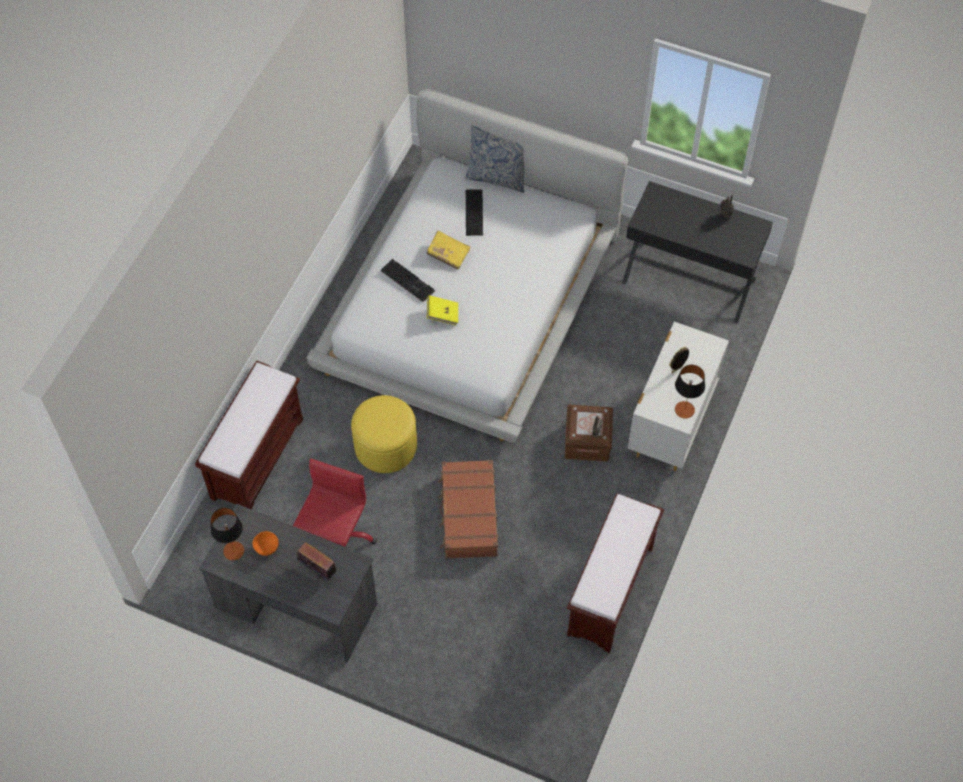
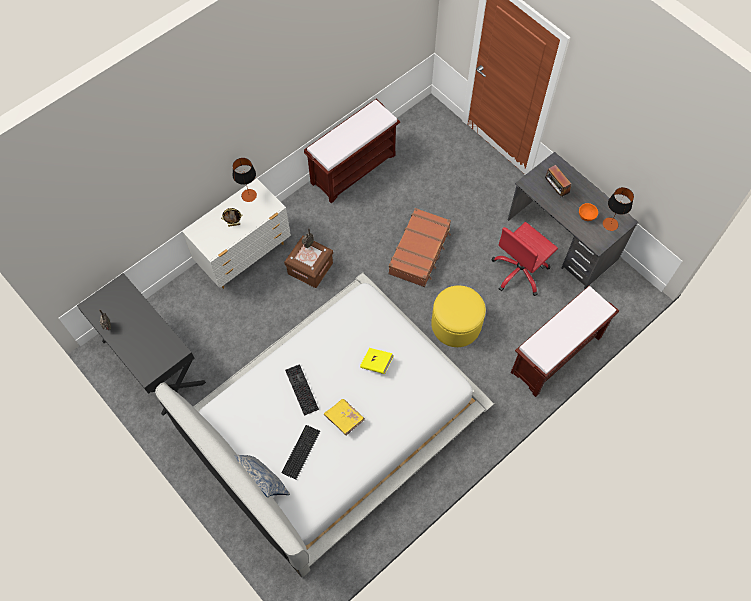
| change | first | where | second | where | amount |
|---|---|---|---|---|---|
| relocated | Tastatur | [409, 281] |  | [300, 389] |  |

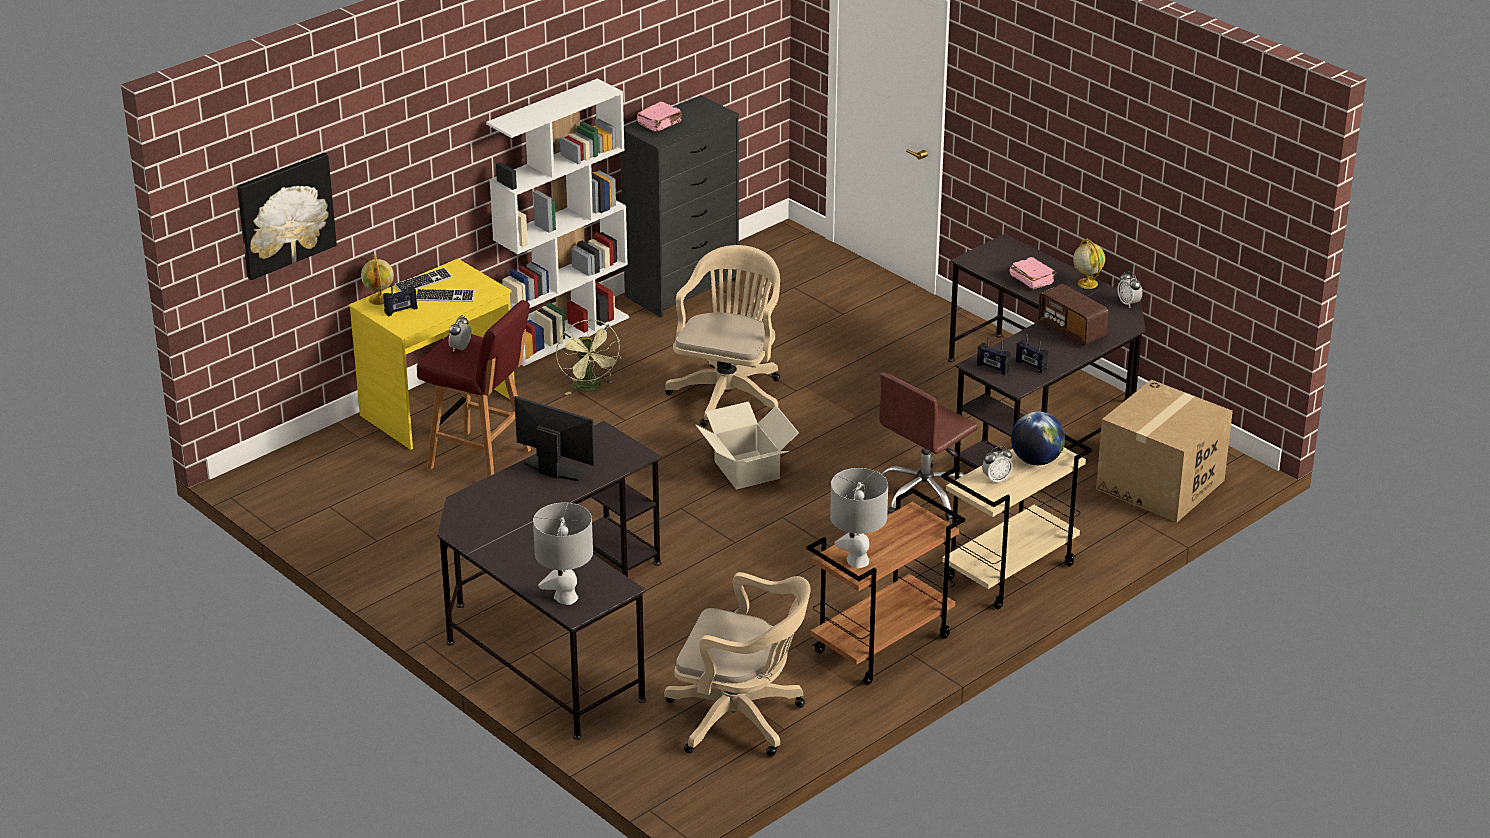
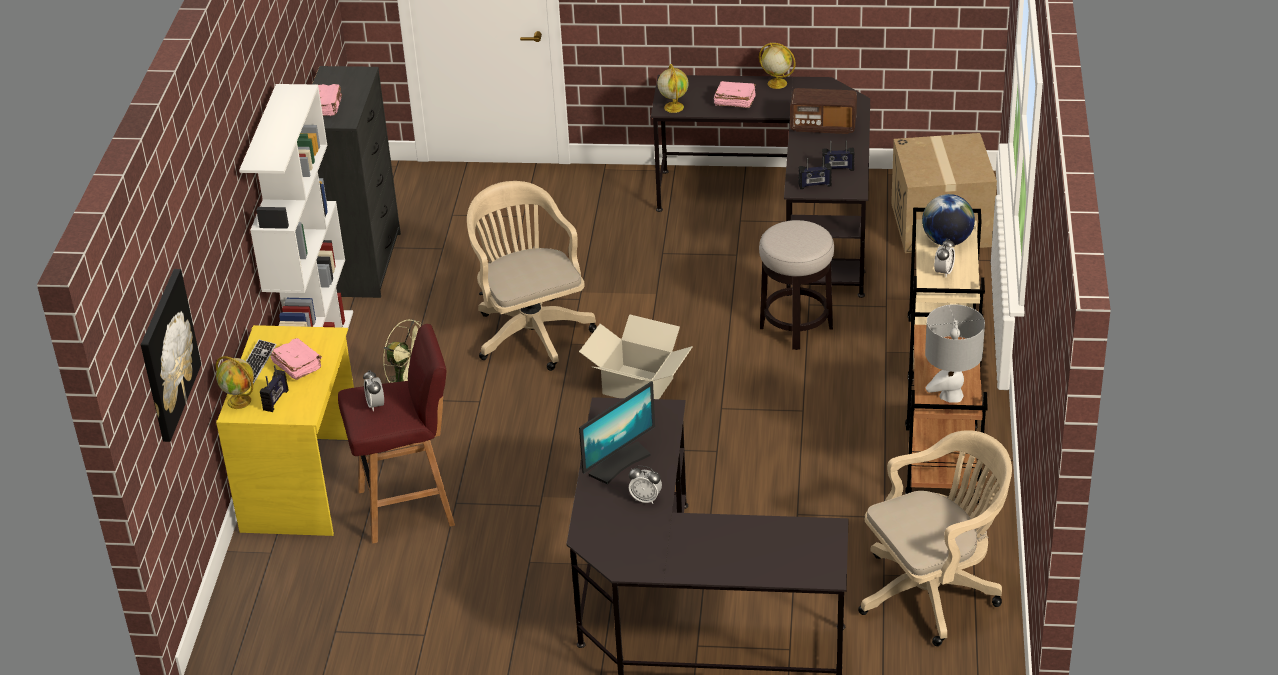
| change | first | where | second | where | amount |
|---|---|---|---|---|---|
| exchanged | Tastatur | [445, 297] | Buch (rosa) | [297, 366] |  |
| spun | Monitor | [554, 469] |  | [618, 463] | 150 degrees clockwise |
| relocated | Wecker | [1128, 303] |  | [646, 499] |  |
| appeared |  |  | Globus | [673, 107] |  |
| exchanged | Bürostuhl (braun) | [924, 494] | Hocker | [796, 327] |  |
| missing | Tischlampe (grau) | [565, 597] |  |  |  |

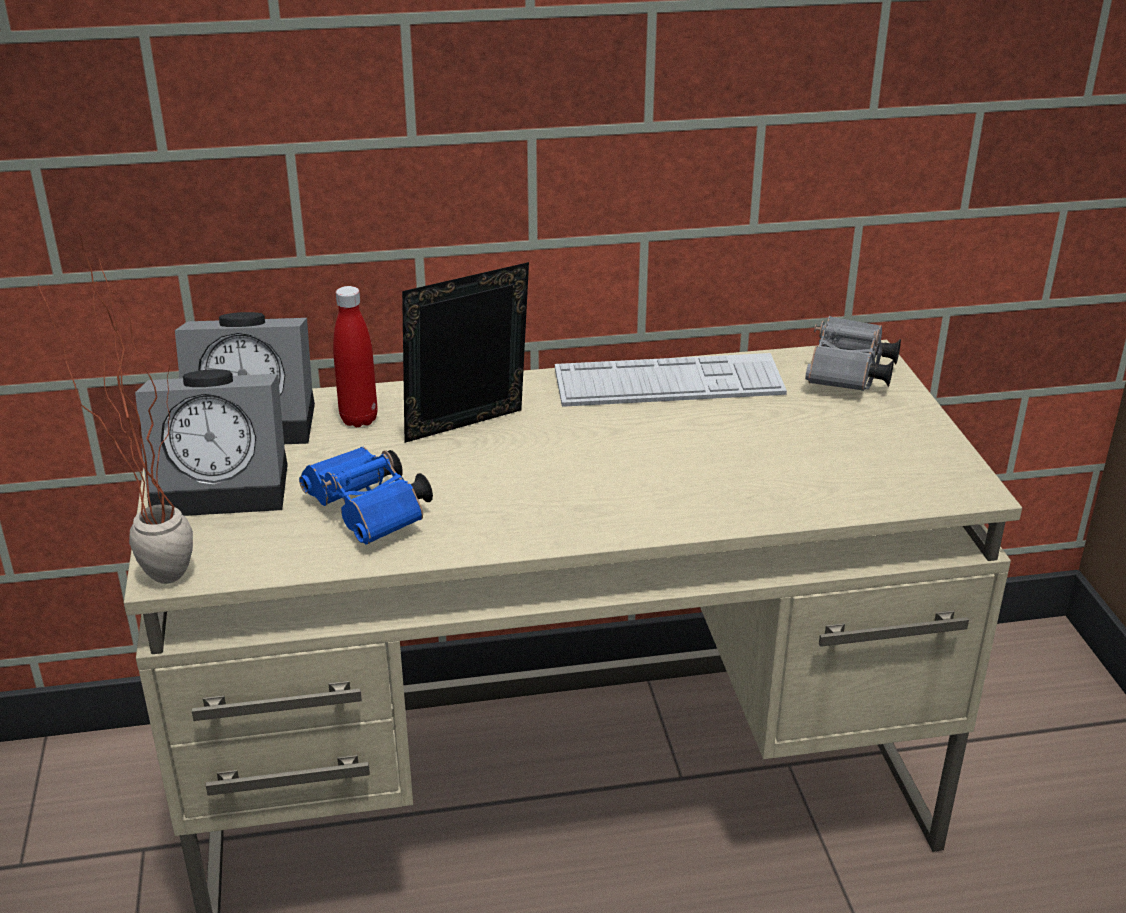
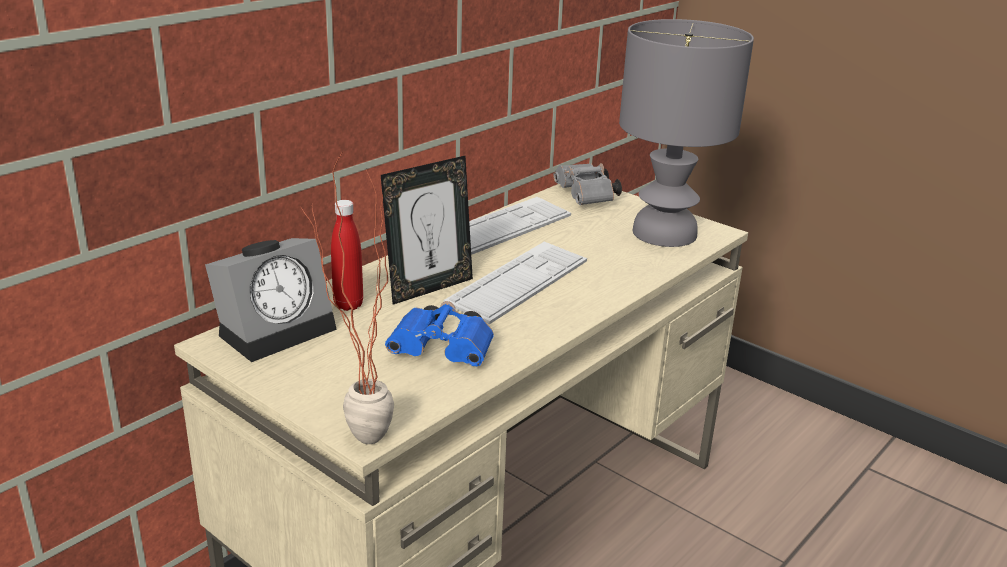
| change | first | where | second | where | amount |
|---|---|---|---|---|---|
| spun | Bilderrahmen | [468, 431] |  | [429, 288] | 150 degrees counterclockwise |
| appeared |  |  | Tastatur | [518, 282] |  |
| appeared |  |  | Tischlampe (grau) | [666, 233] |  |
| missing | Wecker | [226, 485] |  |  |  |

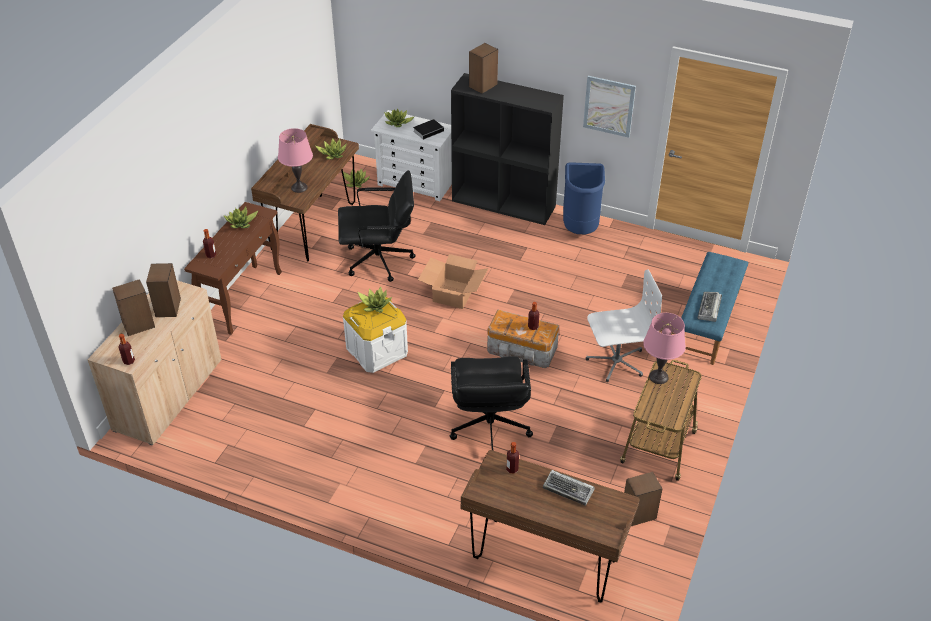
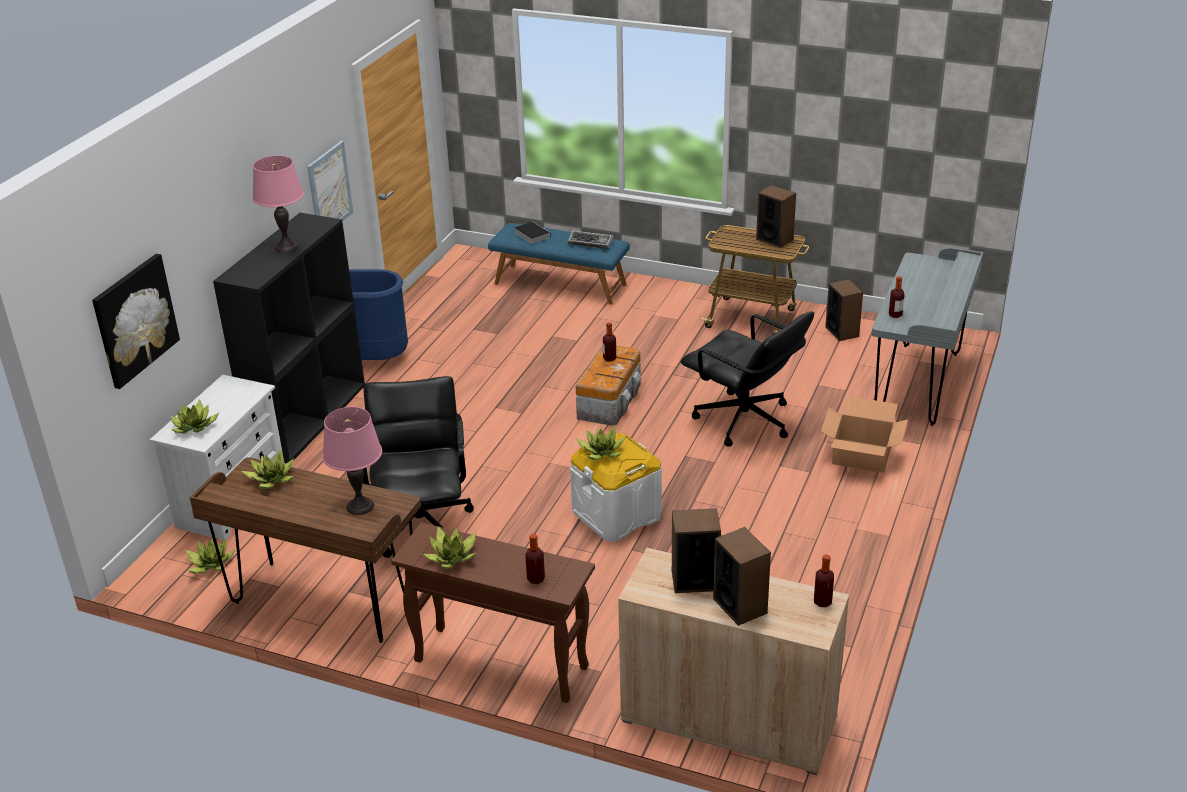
| change | first | where | second | where | amount |
|---|---|---|---|---|---|
| appeared |  |  | Bild | [134, 320] |  |
| relocated | Tischlampe (rosa) | [658, 377] |  | [286, 247] |  |
| relocated | Buch | [429, 130] |  | [531, 234] |  |
| spun | Bürostuhl (schwarz) | [489, 429] |  | [744, 421] | 45 degrees clockwise |
| relocated | Lautsprecher | [483, 85] |  | [774, 239] |  |
| relocated | Karton | [453, 293] |  | [861, 456] |  |
| colour | Schreibtisch (braun) | [545, 560] | Schreibtisch (grau) | [918, 384] |  |
| missing | Tastatur | [569, 490] |  |  |  |
| missing | Bürostuhl (weiß) | [616, 361] |  |  |  |

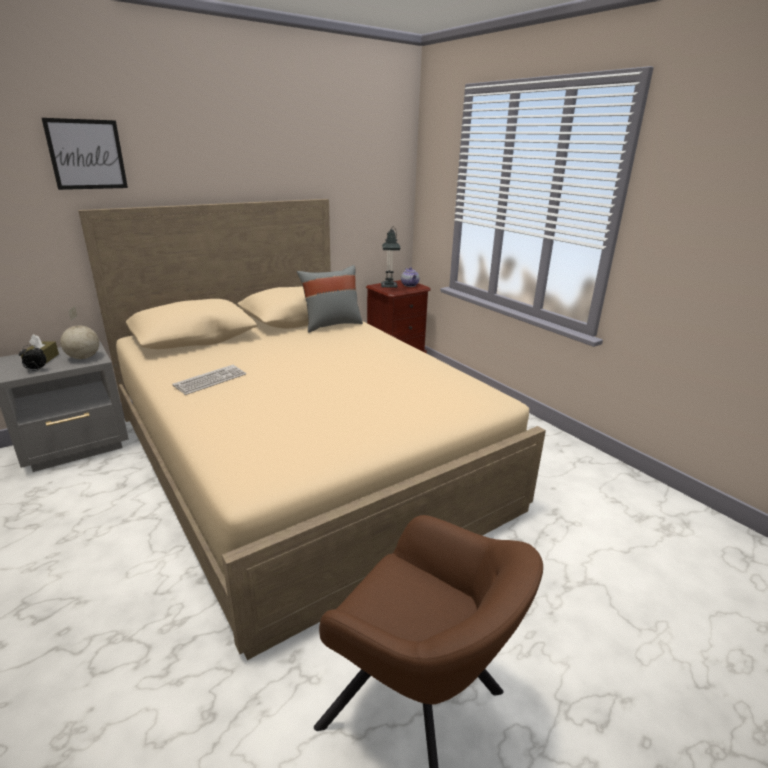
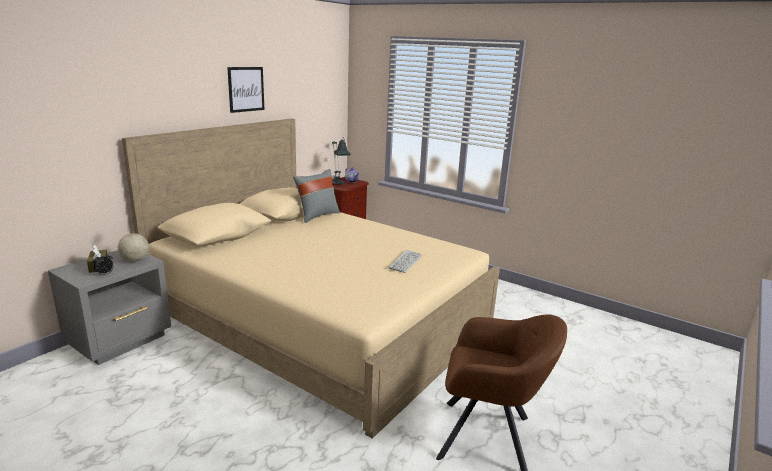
| change | first | where | second | where | amount |
|---|---|---|---|---|---|
| relocated | Bild | [86, 154] |  | [246, 89] |  |
| relocated | Tastatur | [210, 380] |  | [405, 262] |  |

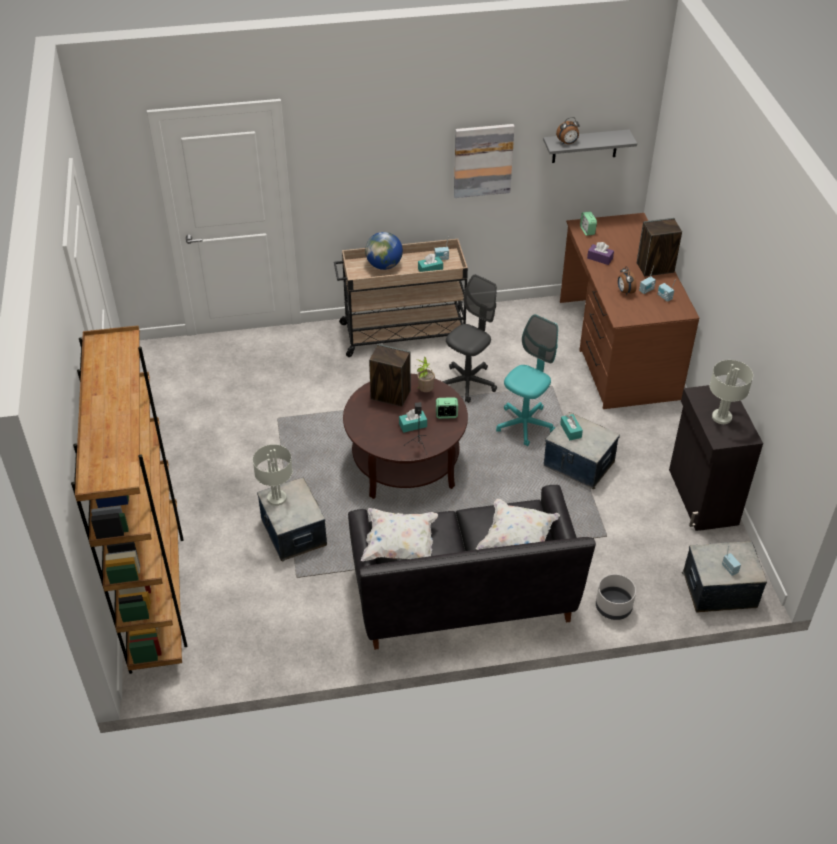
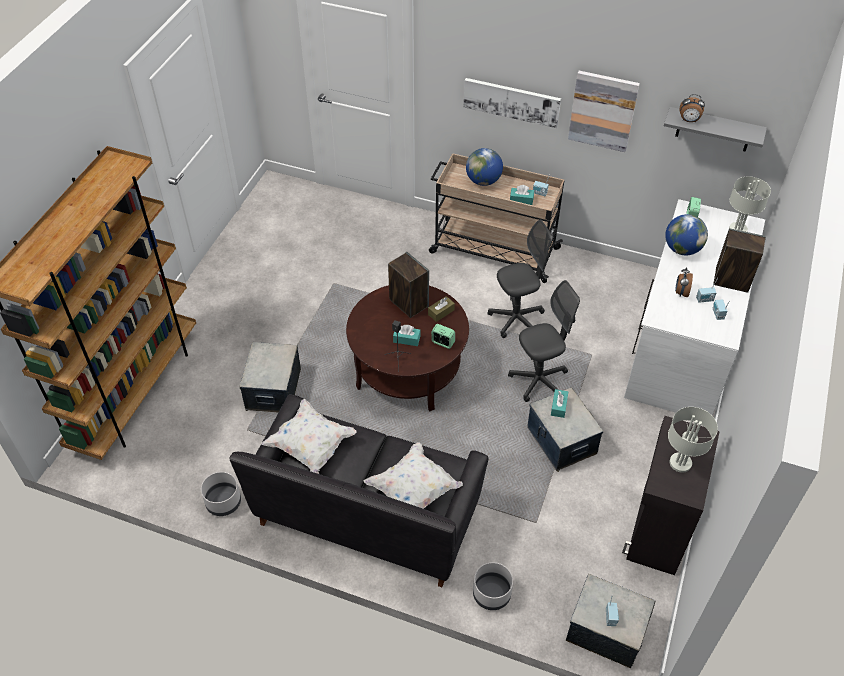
| change | first | where | second | where | amount |
|---|---|---|---|---|---|
| appeared |  |  | Pflanzkübel (grau) | [223, 502] |  |
| exchanged | Topfpflanze | [425, 391] | Taschentuchbox (braun) | [441, 312] |  |
| appeared |  |  | Bild | [511, 101] |  |
| colour | Bürostuhl (türkis) | [525, 425] | Bürostuhl (grau) | [539, 381] |  |
| colour | Schreibtisch (braun) | [617, 349] | Schreibtisch (weiß) | [682, 344] |  |
| exchanged | Taschentuchbox (lila) | [600, 258] | Globus | [682, 249] |  |
| relocated | Tischlampe (grau) | [276, 498] |  | [737, 229] |  |

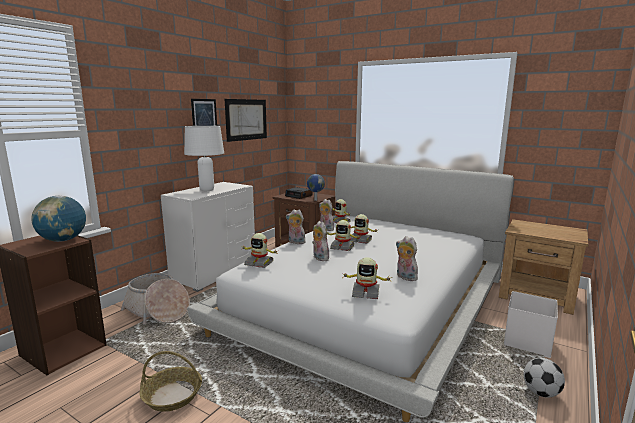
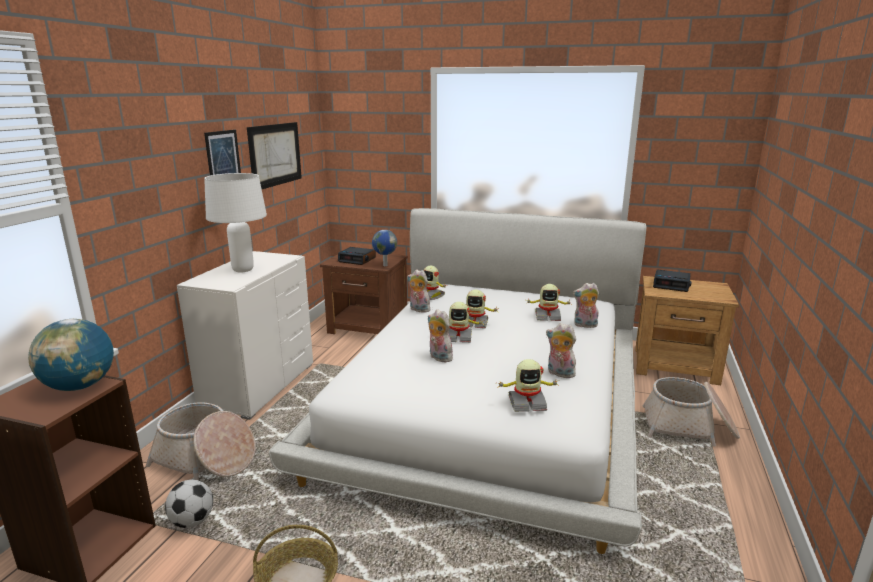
| change | first | where | second | where | amount |
|---|---|---|---|---|---|
| relocated | Fußball | [541, 393] |  | [192, 521] |  |
| relocated | Spielzeugroboter | [259, 263] |  | [547, 317] |  |
| relocated | Plüschtier | [295, 242] |  | [585, 325] |  |
| exchanged | Aufbewahrungsbox (weiß) | [528, 342] | Korb | [689, 427] |  |
| appeared |  |  | Wecker | [671, 285] |  |

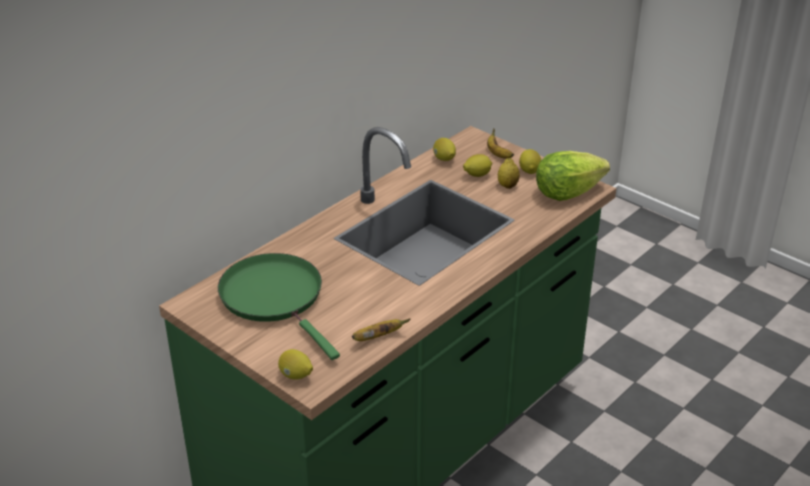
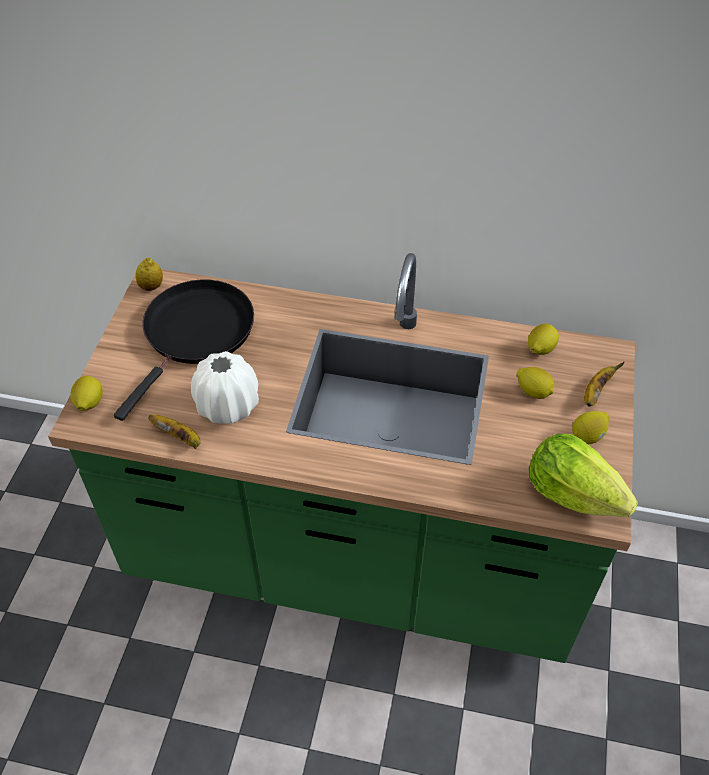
| change | first | where | second | where | amount |
|---|---|---|---|---|---|
| colour | Pfanne (grün) | [275, 298] | Pfanne (schwarz) | [196, 333] |  |
| relocated | Zitrone | [507, 186] |  | [151, 286] |  |
| appeared |  |  | Vase (weiß) | [228, 405] |  |

